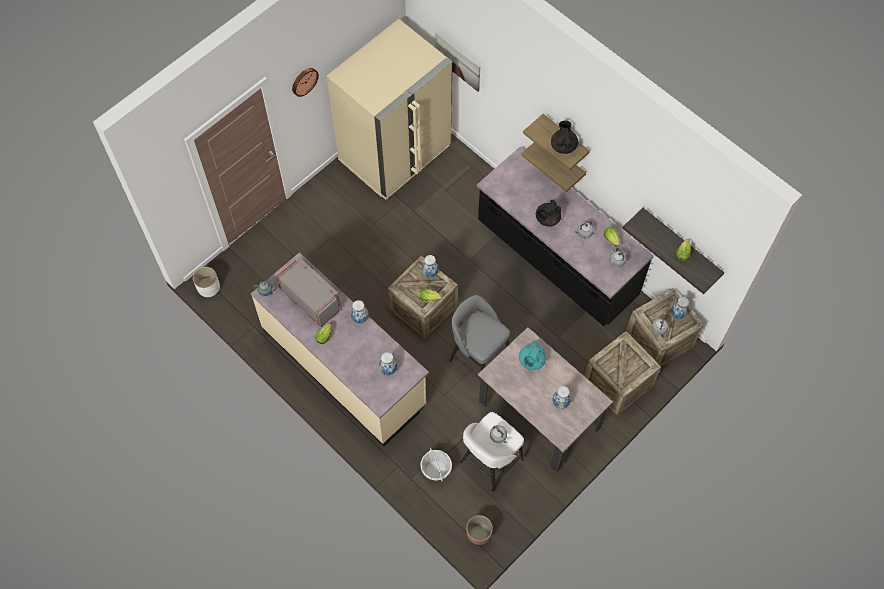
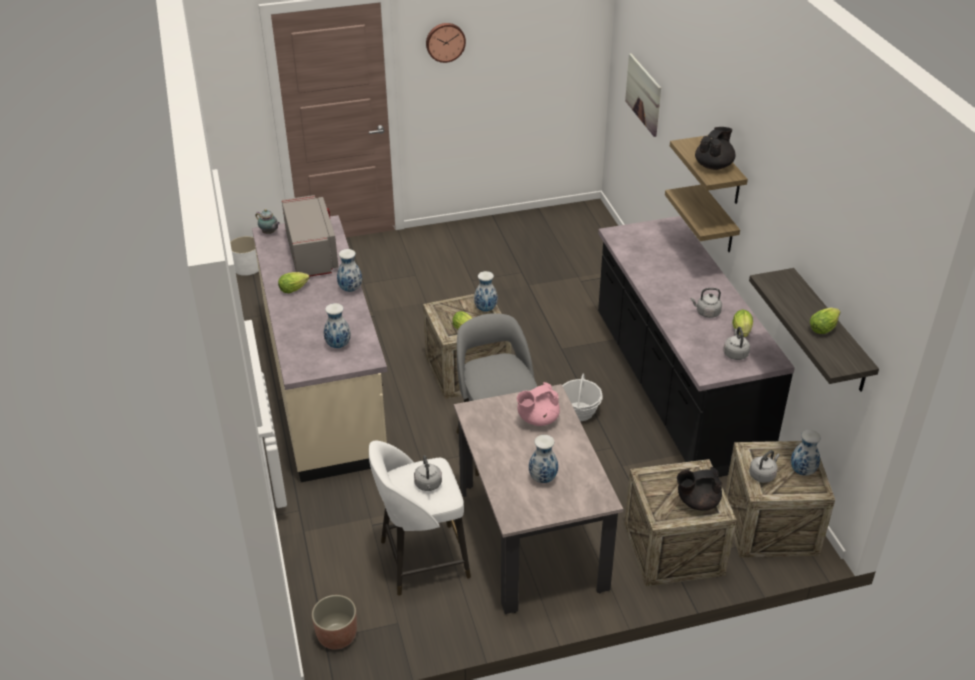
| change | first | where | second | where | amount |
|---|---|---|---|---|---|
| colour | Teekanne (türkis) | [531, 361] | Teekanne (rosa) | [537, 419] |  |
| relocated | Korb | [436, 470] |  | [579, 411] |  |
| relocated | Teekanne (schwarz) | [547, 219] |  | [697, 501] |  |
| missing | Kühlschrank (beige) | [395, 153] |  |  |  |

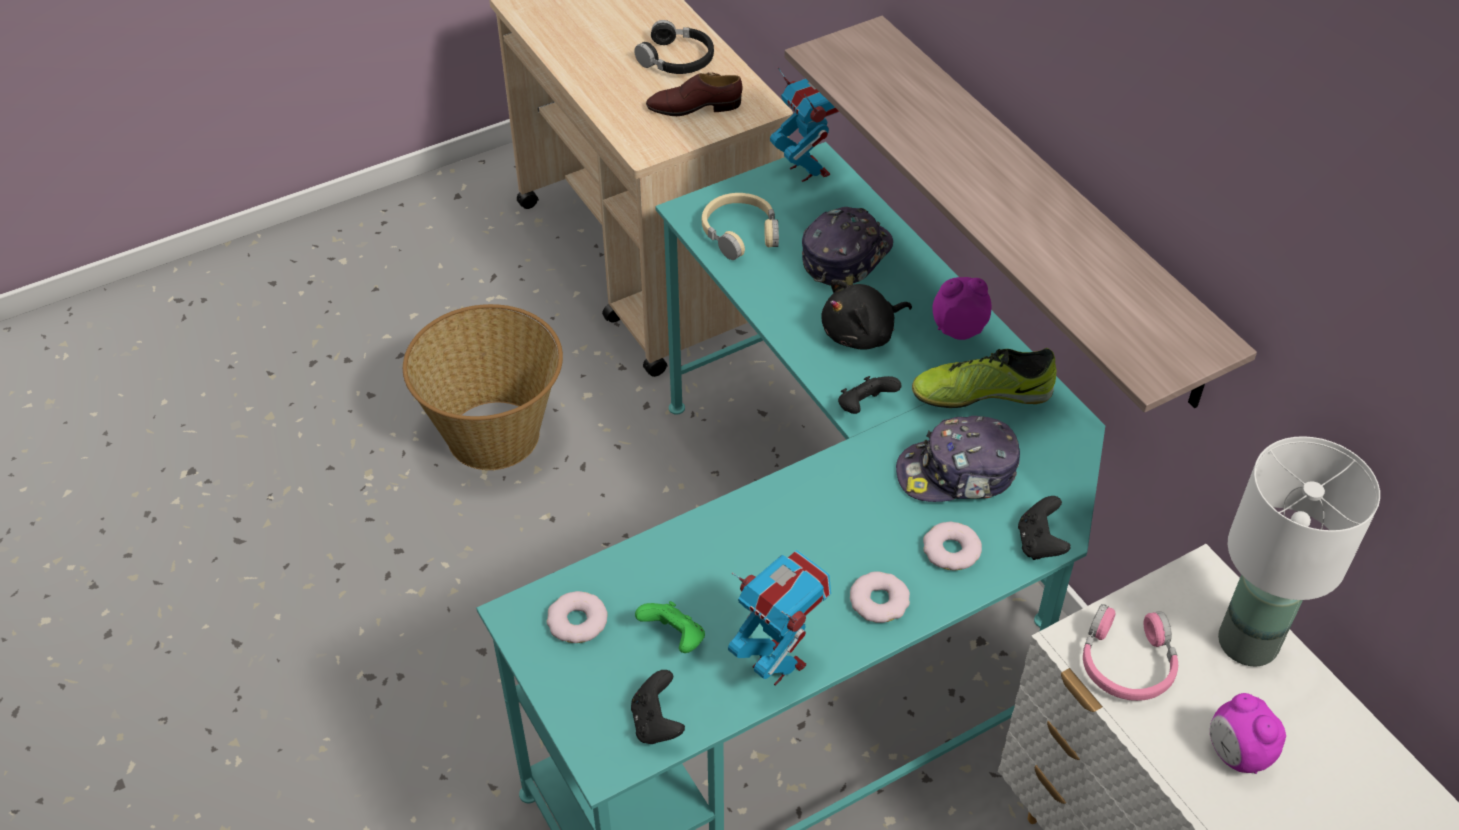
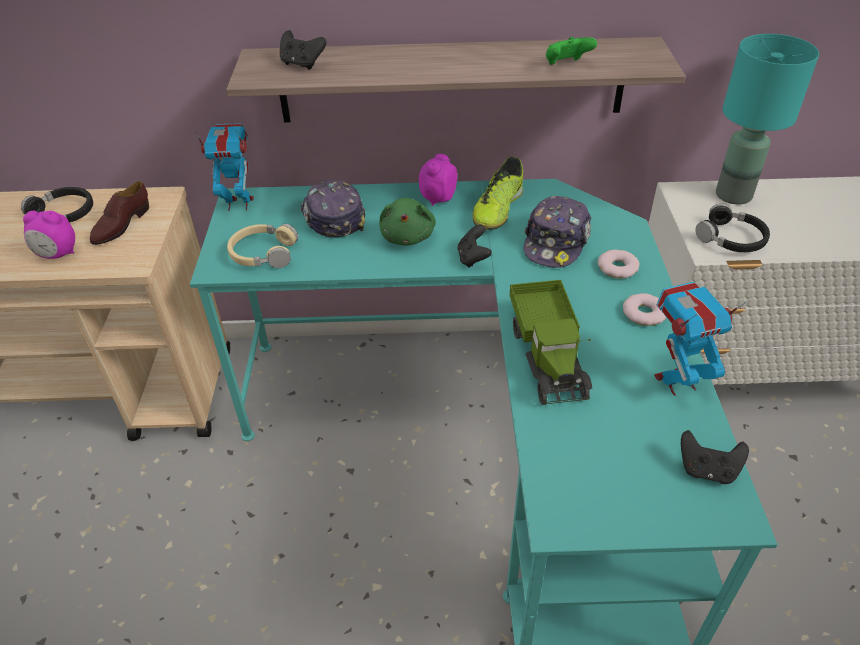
| change | first | where | second | where | amount |
|---|---|---|---|---|---|
| relocated | Wecker | [1236, 754] |  | [57, 254] |  |
| relocated | Gamepad (schwarz) | [1039, 543] |  | [302, 64] |  |
| colour | Plüschtier (schwarz) | [861, 334] | Plüschtier (grün) | [408, 236] |  |
| appeared |  |  | Spielzeuglaster | [548, 355] |  |
| relocated | Gamepad (grün) | [674, 638] |  | [566, 65] |  |
| colour | Kopfhörer (rosa) | [1126, 663] | Kopfhörer (schwarz) | [731, 239] |  |
| colour | Tischlampe (weiß) | [1249, 642] | Tischlampe (türkis) | [734, 194] |  |
| missing | Korb | [495, 434] |  |  |  |
| missing | Donut | [577, 622] |  |  |  |

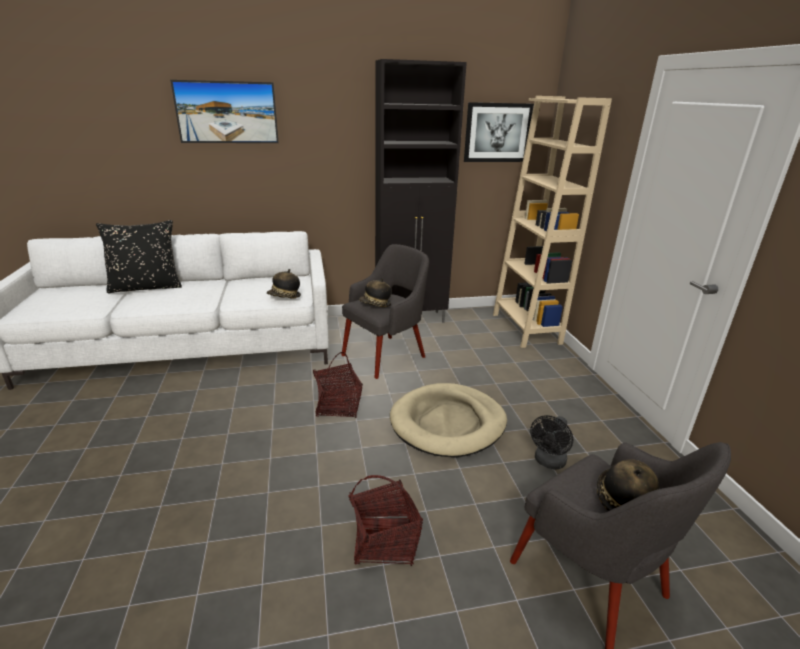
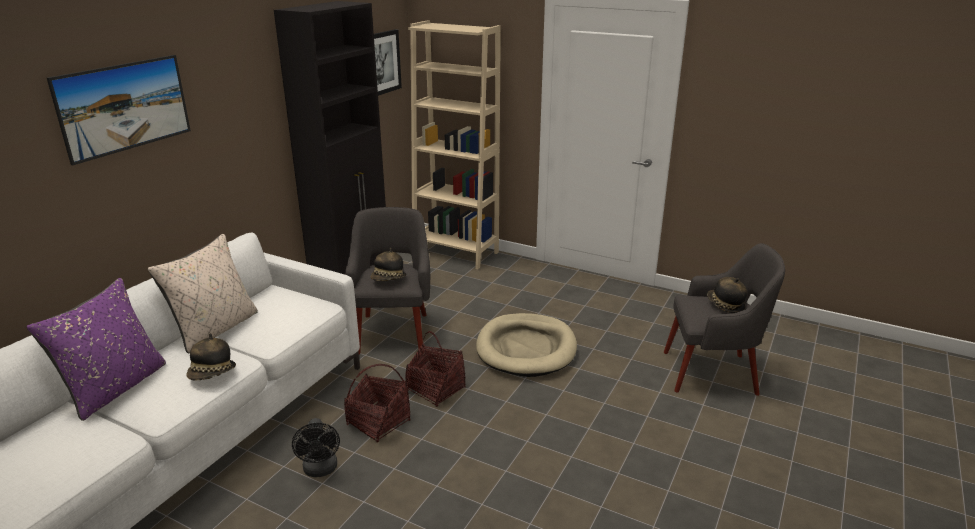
| change | first | where | second | where | amount |
|---|---|---|---|---|---|
| colour | Kissen (schwarz) | [146, 287] | Kissen (lila) | [116, 388] |  |
| appeared |  |  | Kissen (beige) | [215, 329] |  |
| relocated | Hut | [284, 297] |  | [212, 374] |  |
| relocated | Ventilator (schwarz) | [548, 462] |  | [320, 470] |  |
| relocated | Korb | [384, 542] |  | [379, 422] |  |

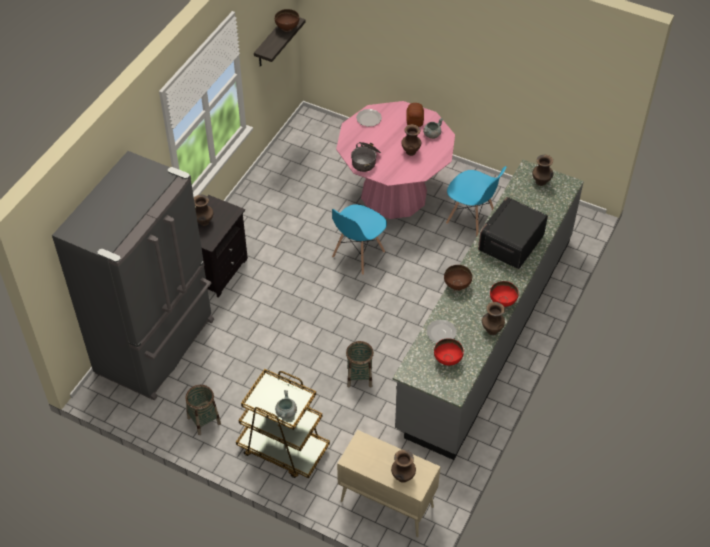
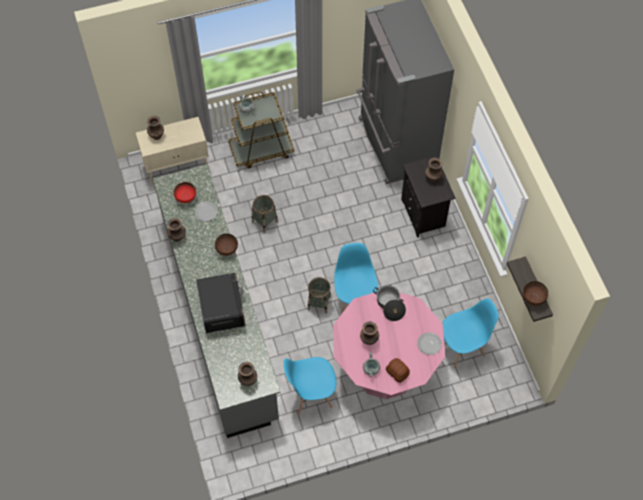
| change | first | where | second | where | amount |
|---|---|---|---|---|---|
| relocated | Korb | [204, 420] |  | [319, 303] |  |
| appeared |  |  | Stuhl (blau) | [462, 348] |  |
| missing | Schüssel (rot) | [502, 302] |  |  |  |

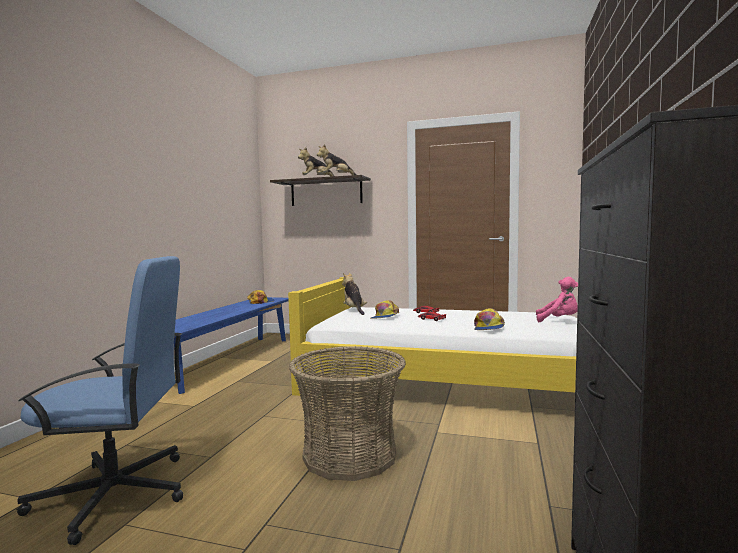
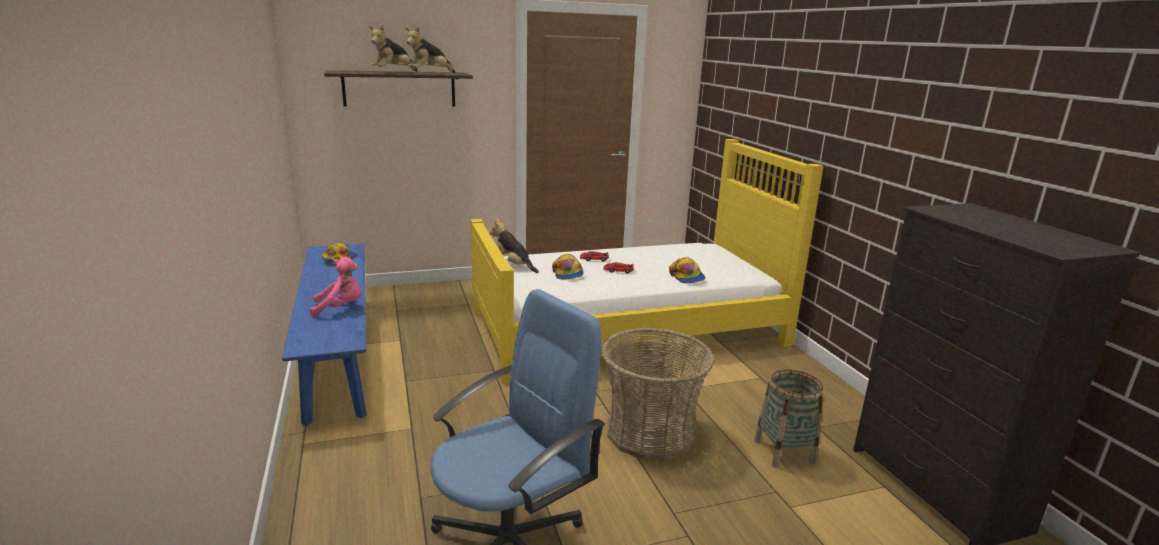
| change | first | where | second | where | amount |
|---|---|---|---|---|---|
| relocated | Plüschtier (rosa) | [558, 320] |  | [340, 308] |  |
| appeared |  |  | Korb | [784, 452] |  |

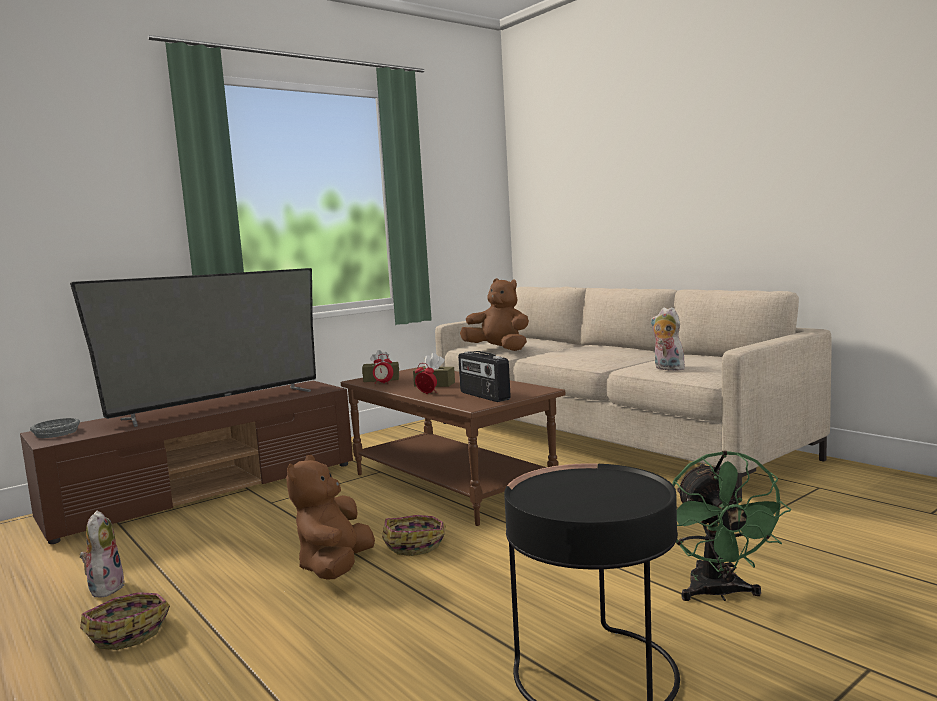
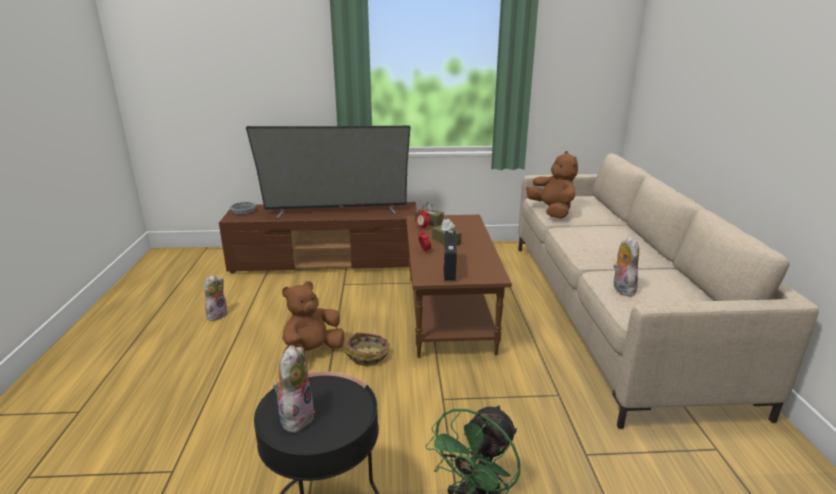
| change | first | where | second | where | amount |
|---|---|---|---|---|---|
| appeared |  |  | Plüschtier | [295, 416] |  |
| missing | Korb | [128, 631] |  |  |  |

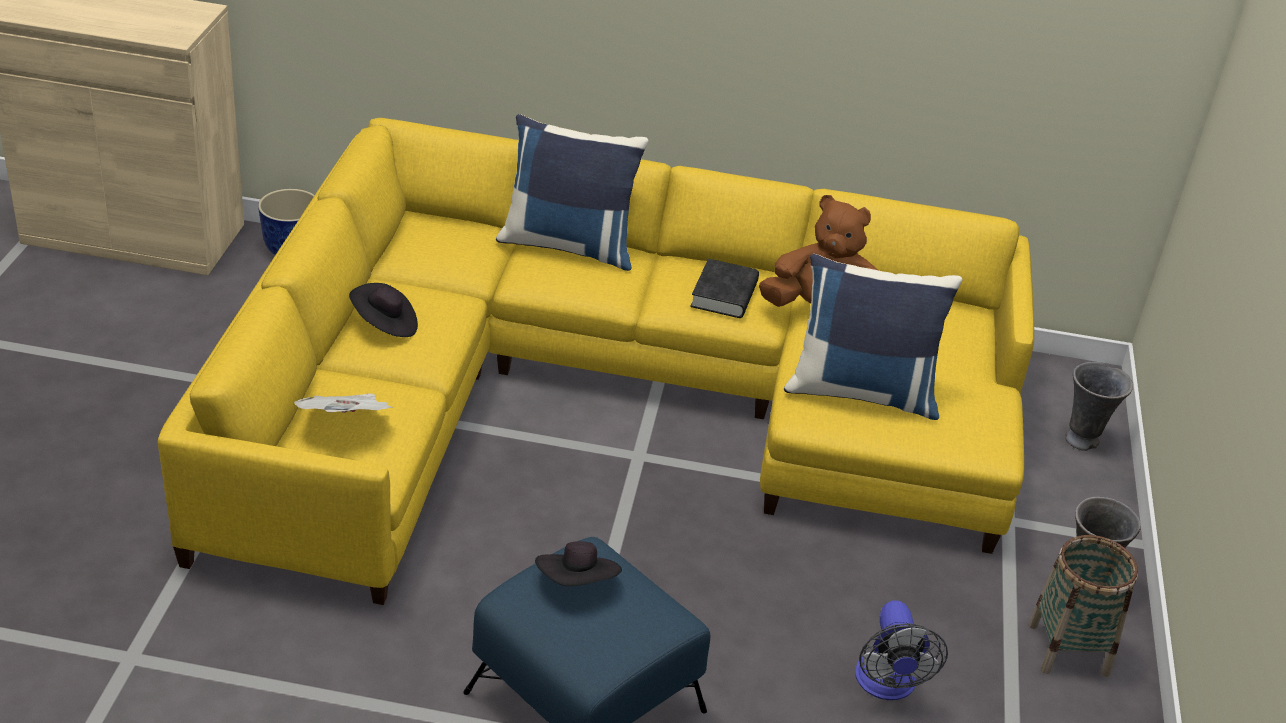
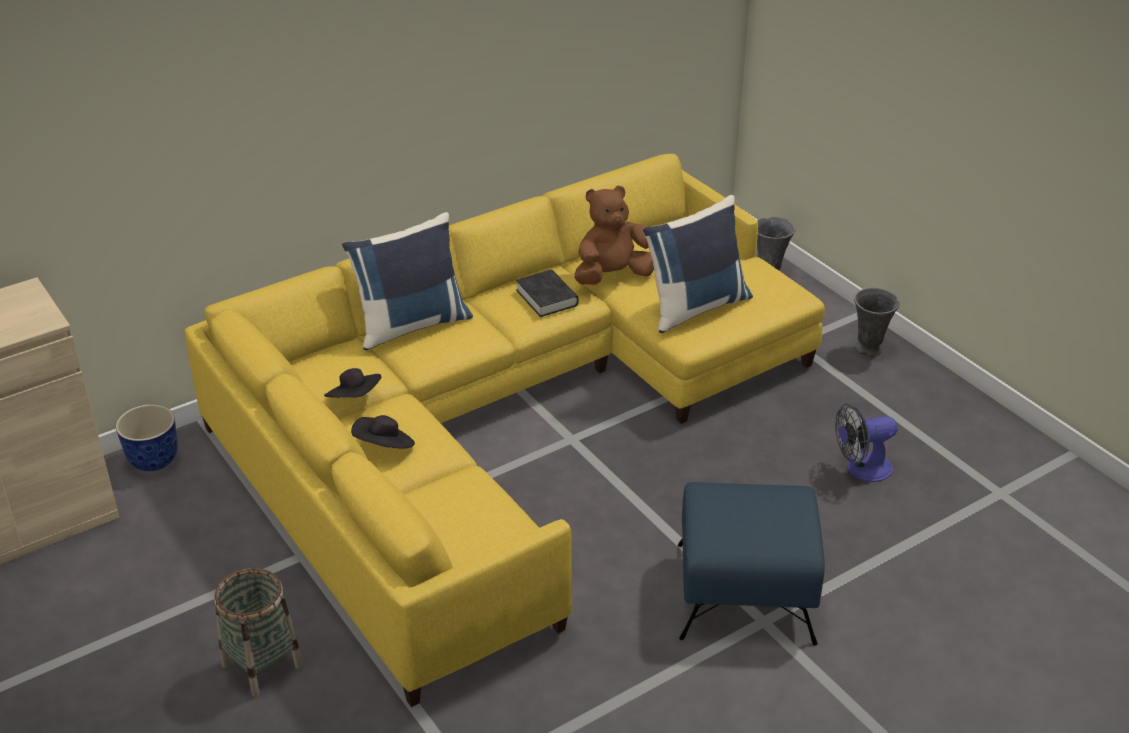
| change | first | where | second | where | amount |
|---|---|---|---|---|---|
| relocated | Korb | [1068, 649] |  | [262, 664] |  |
| relocated | Hut (schwarz) | [578, 583] |  | [355, 399] |  |
| spun | Ventilator | [887, 685] |  | [861, 469] | 120 degrees clockwise |
| missing | Zeitung | [346, 423] |  |  |  |

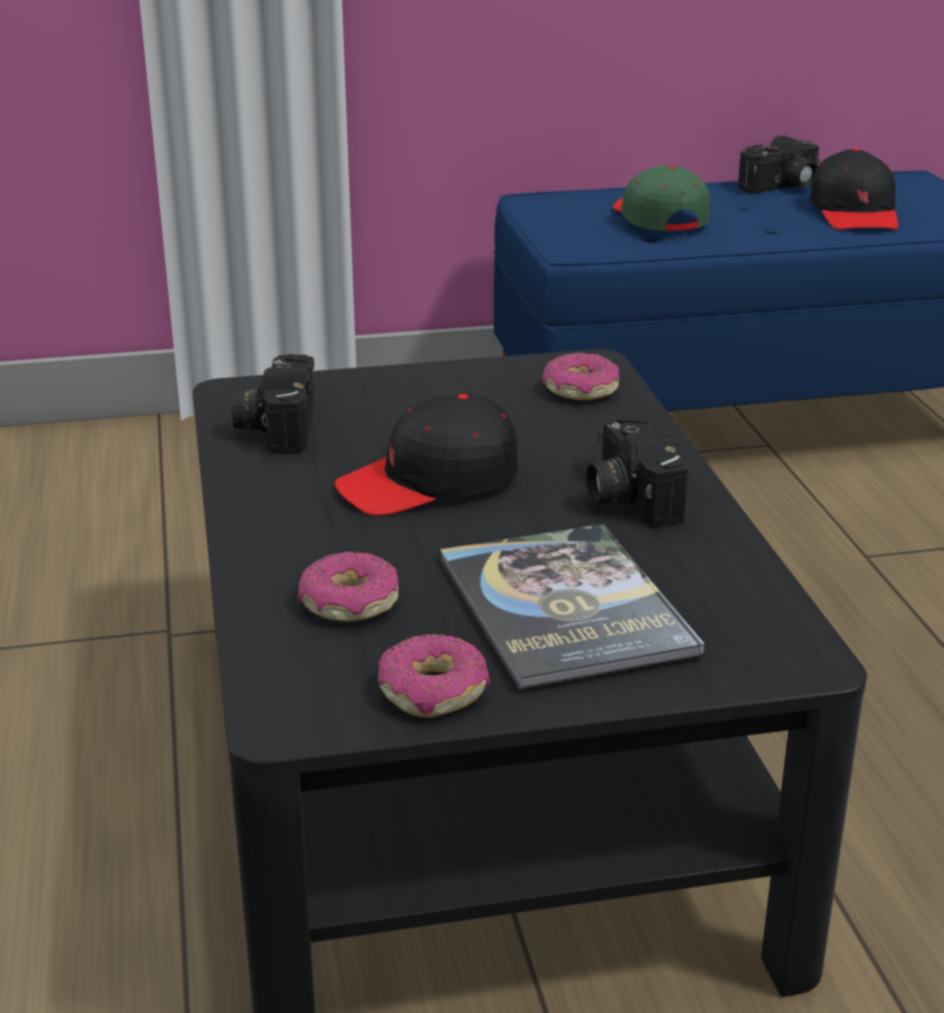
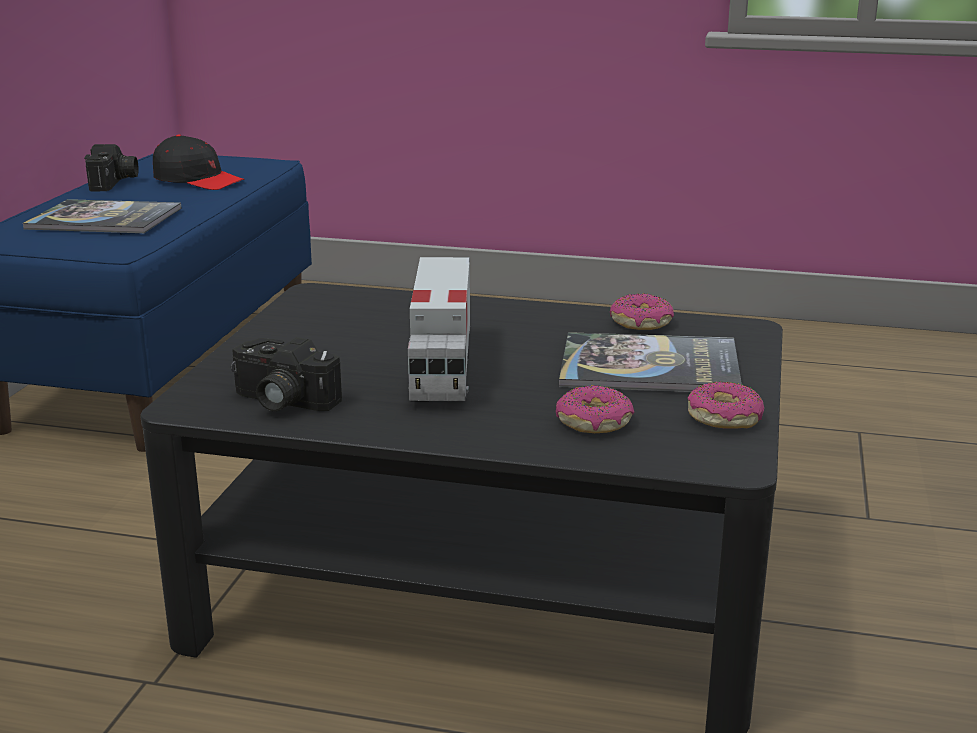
| change | first | where | second | where | amount |
|---|---|---|---|---|---|
| exchanged | Kappe (grün) | [658, 218] | Buch | [104, 219] |  |
| exchanged | Kappe (schwarz) | [430, 482] | Spielzeuglaster | [441, 369] |  |
| relocated | Donut | [580, 390] |  | [641, 323] |  |
| missing | Kamera | [626, 497] |  |  |  |

